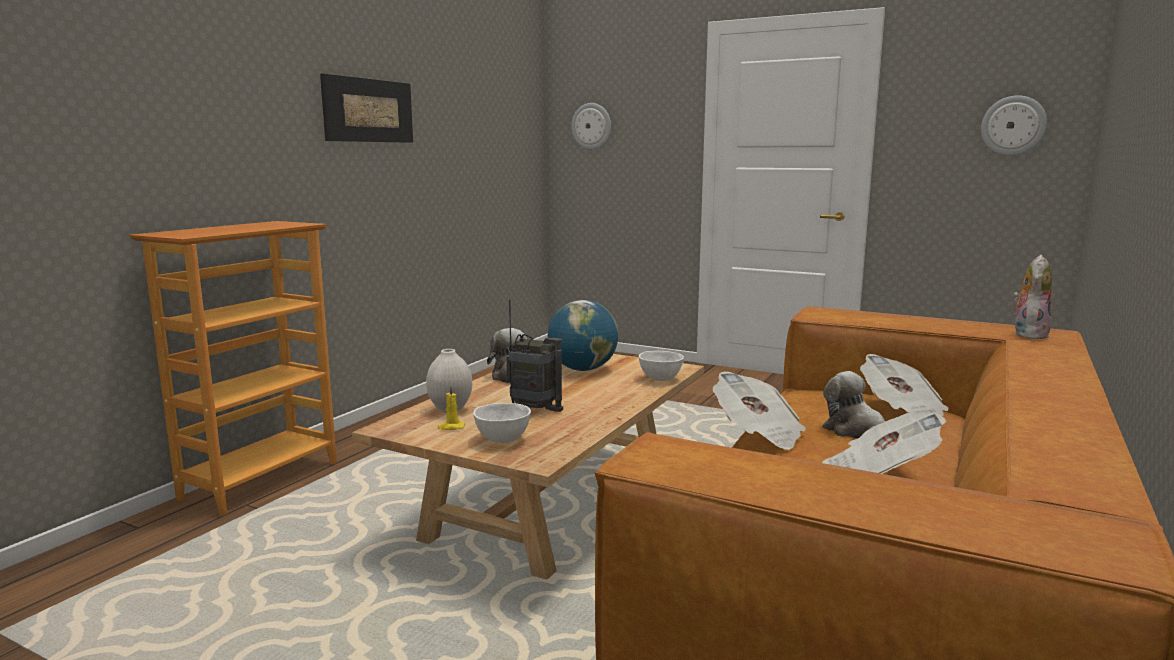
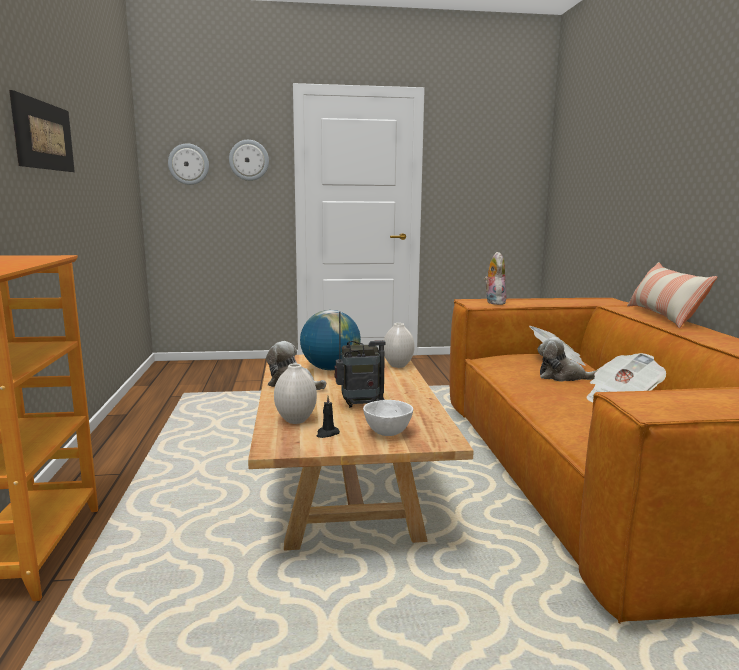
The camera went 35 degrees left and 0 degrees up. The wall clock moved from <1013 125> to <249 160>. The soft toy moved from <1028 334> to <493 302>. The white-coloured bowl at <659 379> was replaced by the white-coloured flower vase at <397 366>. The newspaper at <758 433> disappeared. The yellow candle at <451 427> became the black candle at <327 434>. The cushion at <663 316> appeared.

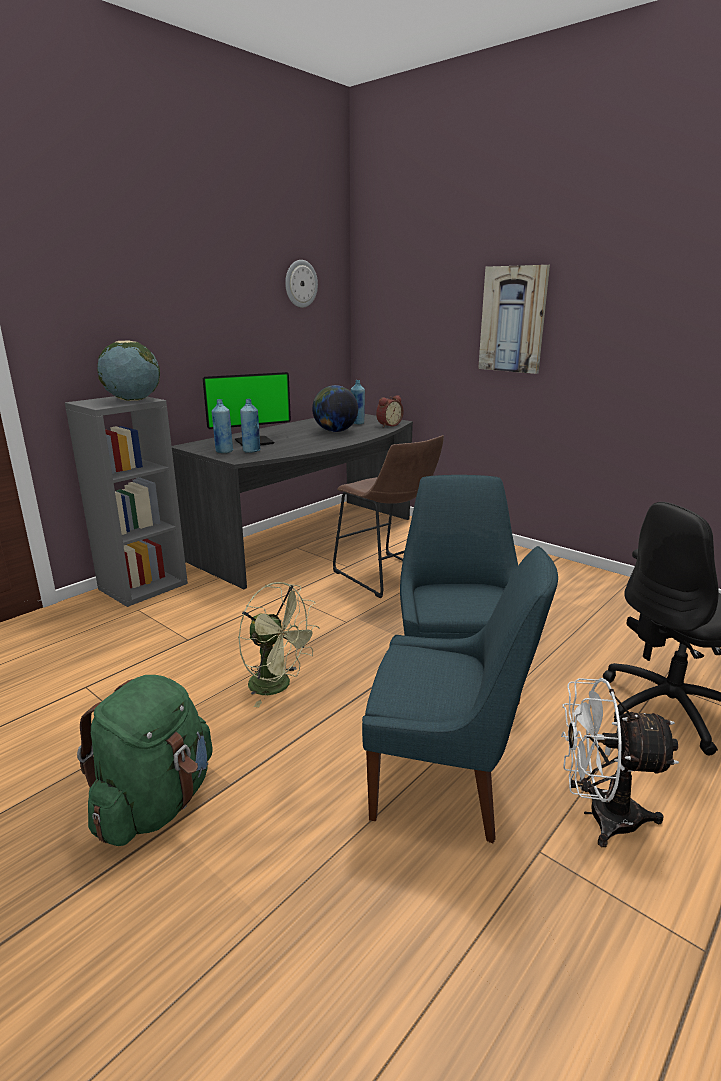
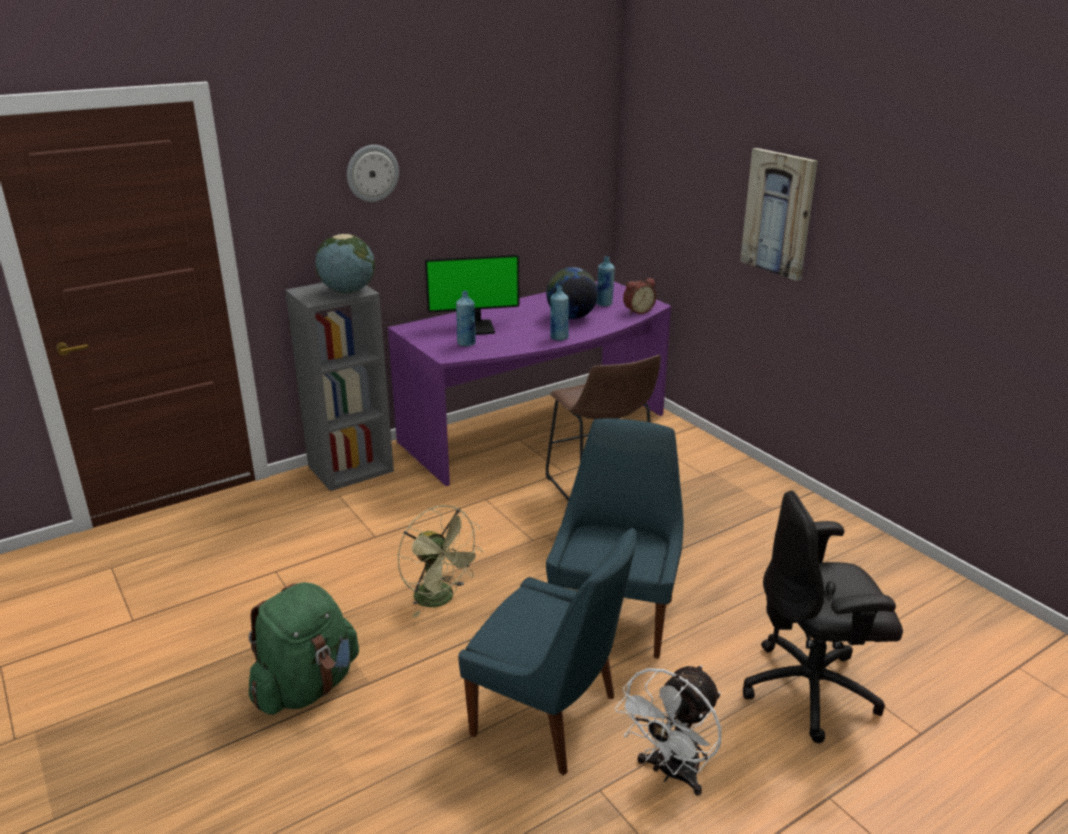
The camera went 15 degrees right and 5 degrees up. The wall clock moved from <300 284> to <372 173>. The blue-coloured drink bottle moved from <224 451> to <559 337>. The grey desk unit at <310 540> became the purplish desk unit at <538 431>. The white-coloured electric fan at <599 815> turned 75 degrees counterclockwise.

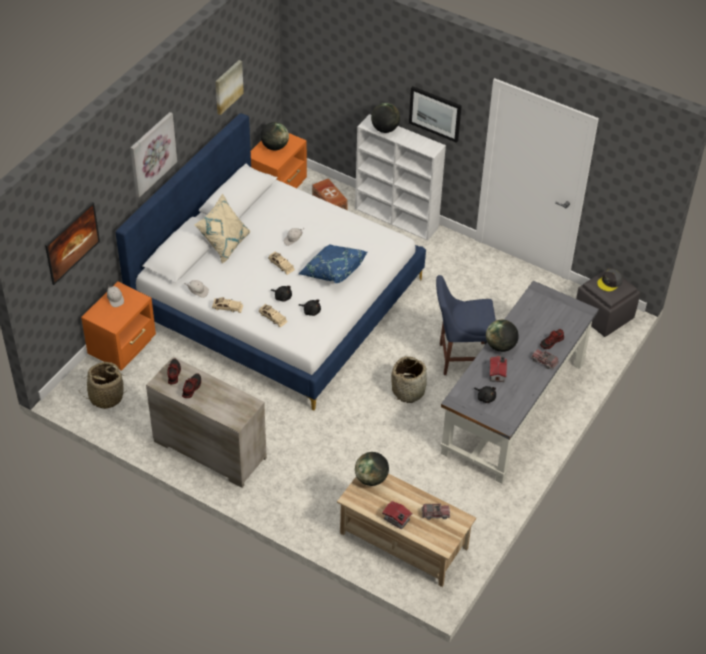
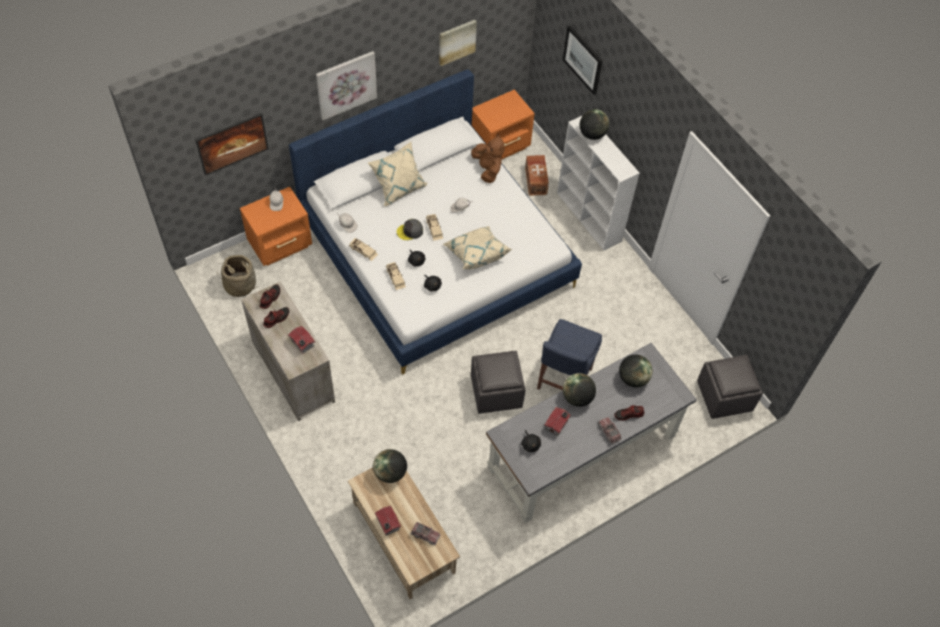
The camera went 25 degrees right and 10 degrees up. The wall art moved from <435 113> to <583 59>. The world globe moved from <275 147> to <633 379>. The blue-coloured cushion at <332 271> became the beige cushion at <476 253>. The grey peaked cap moved from <610 282> to <410 231>. The blue-coloured upright chair at <460 358> turned 90 degrees counterclockwise. The storage basket at <408 390> was replaced by the grey footrest at <496 392>. The brown soft toy at <488 169> appeared. The toy house at <302 344> appeared.

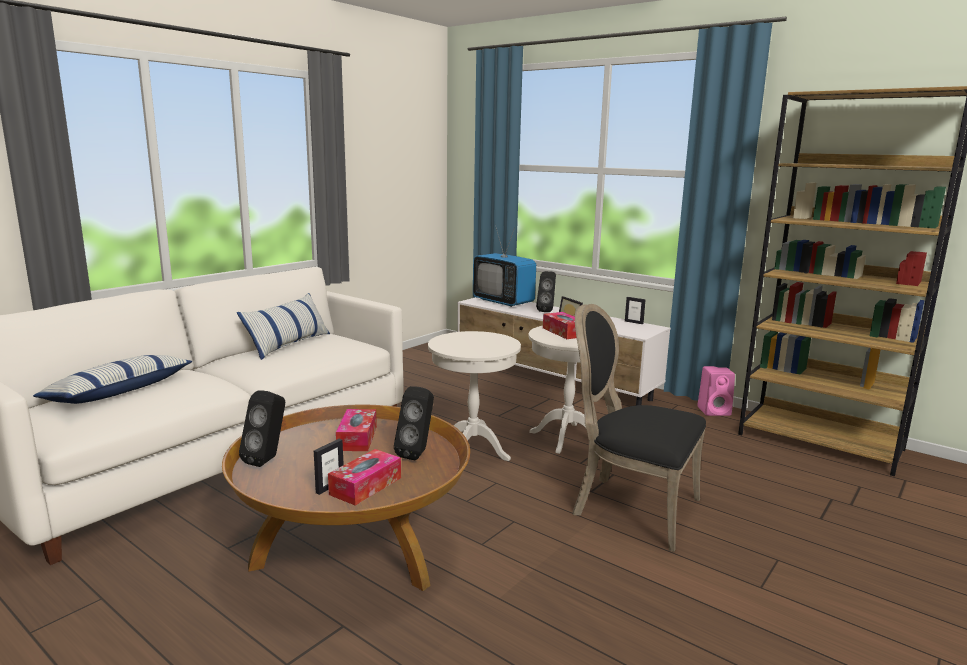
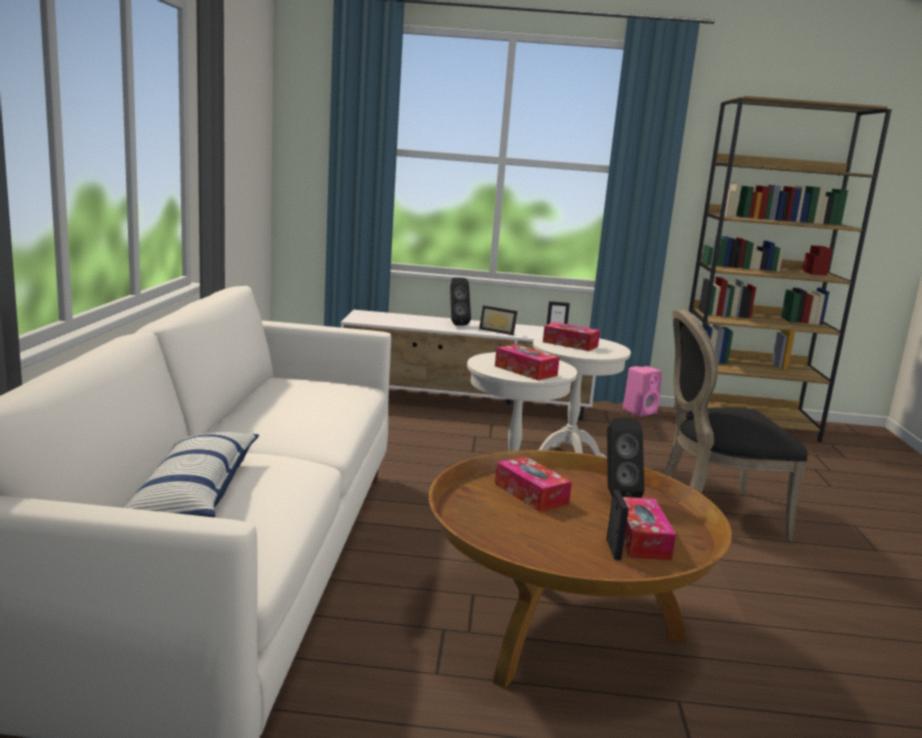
The camera went 35 degrees left and 0 degrees up. The TV at <503 302> disappeared. The cushion at <288 344> disappeared. The black speaker at <268 459> disappeared. The tissue box at <525 371> appeared.

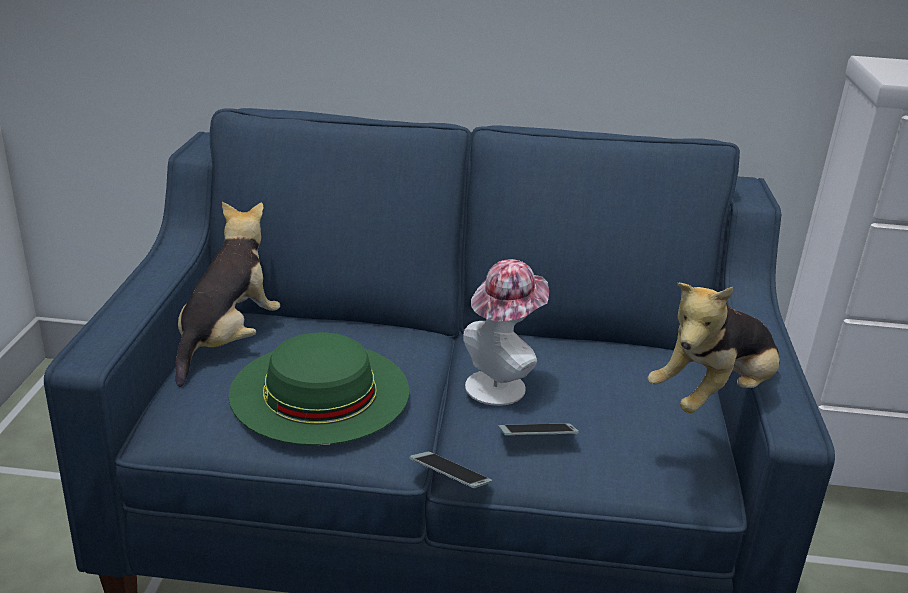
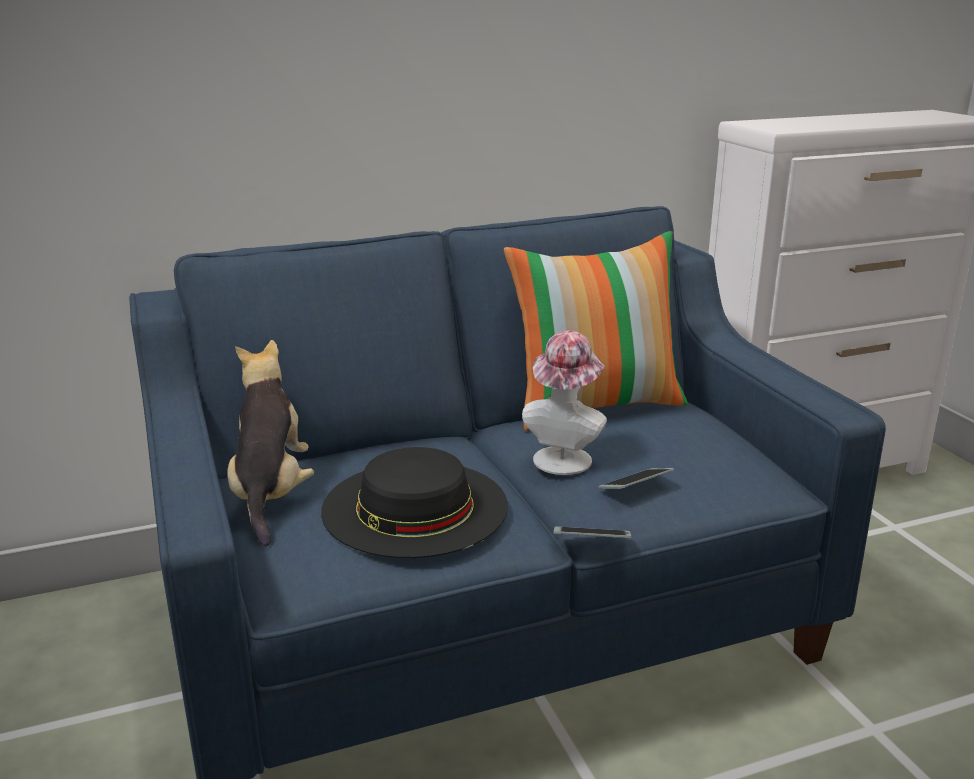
The camera went 25 degrees left and 5 degrees down. The soft toy at <714 396> disappeared. The green clothing hat at <319 391> became the black clothing hat at <415 507>. The cushion at <596 406> appeared.

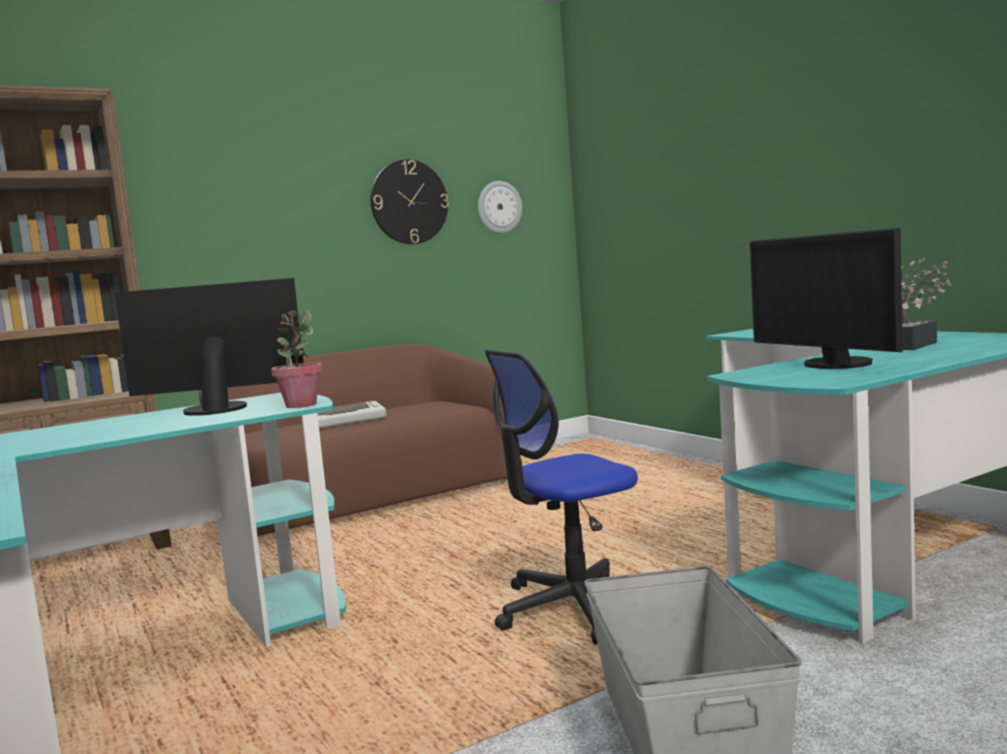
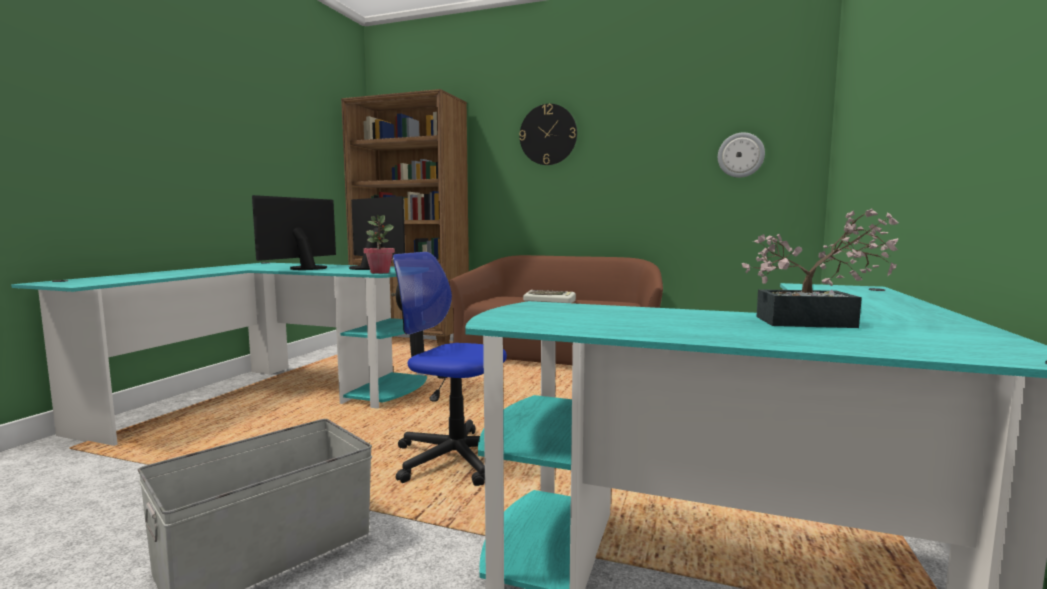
The camera went 50 degrees right and 0 degrees up. The wall clock moved from <409 202> to <548 134>. The computer display moved from <832 365> to <305 268>.

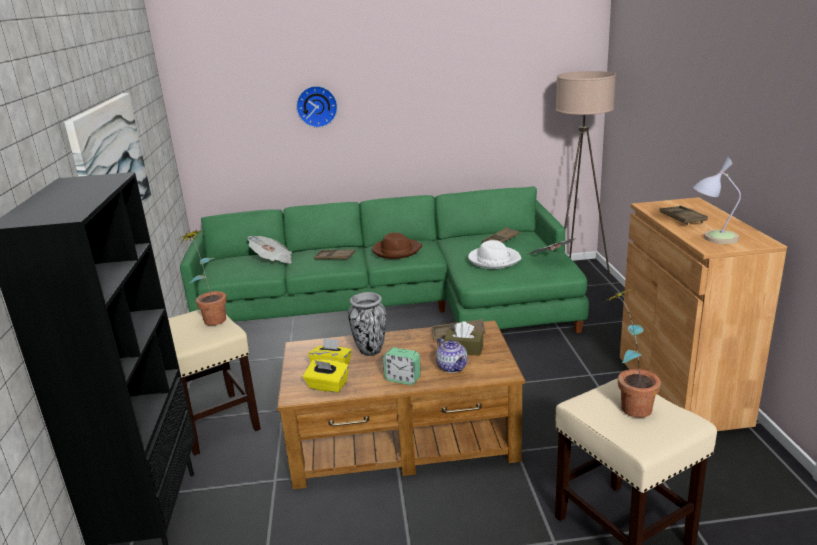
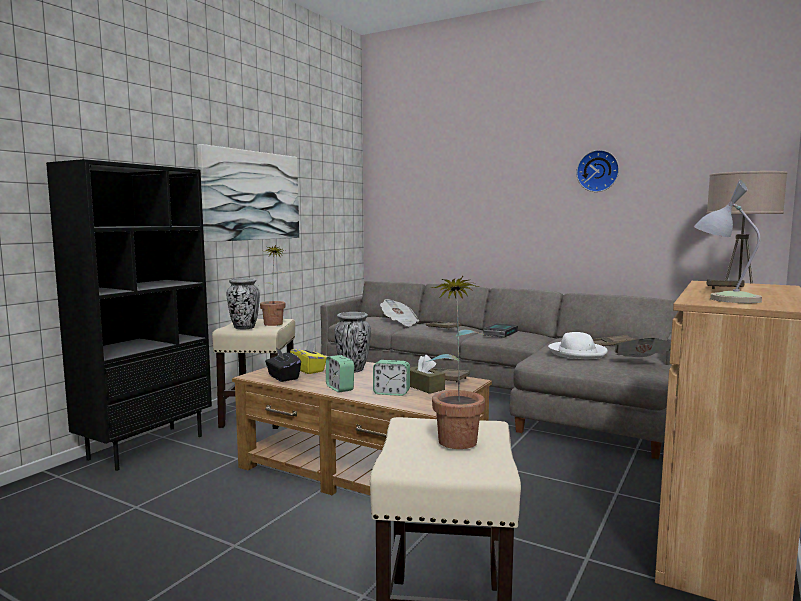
The camera went 35 degrees right and 15 degrees down. The wall clock moved from <317 106> to <598 171>. The green couch at <401 304> became the grey couch at <502 392>. The brown clothing hat at <396 250> was replaced by the book at <499 333>. The tea pot at <452 367> was replaced by the bedside clock at <391 393>. The yellow tissue box at <327 386> became the black tissue box at <283 377>. The flower vase at <244 328> appeared.

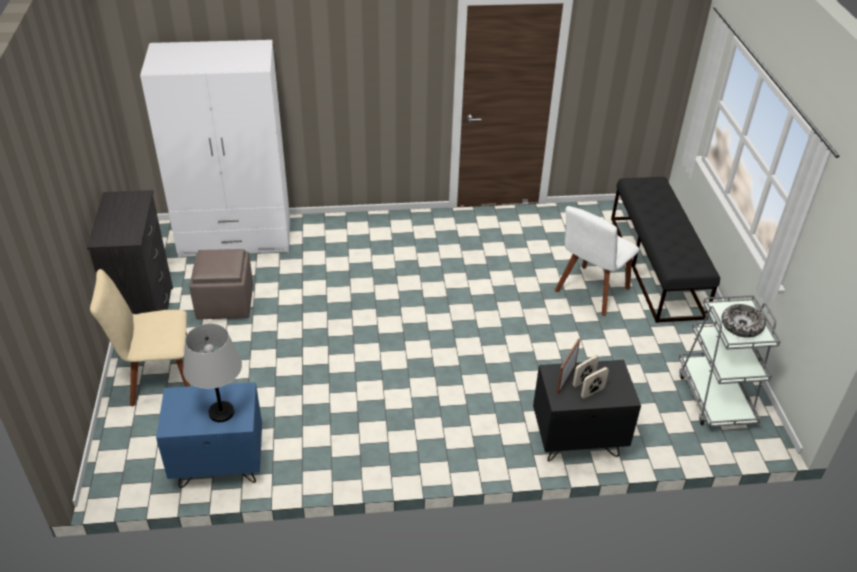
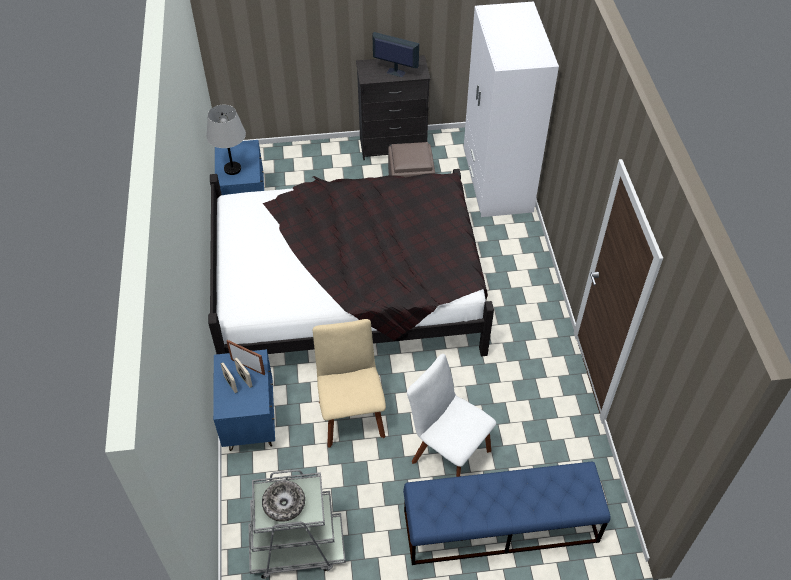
The camera went 90 degrees right and 10 degrees up. The black bench at <656 266> became the blue-coloured bench at <500 526>. The beige upright chair moved from <158 379> to <351 415>. The black bedside table at <577 441> became the blue-coloured bedside table at <250 422>. The computer display at <395 72> appeared. The black bedroom bed at <350 292> appeared.

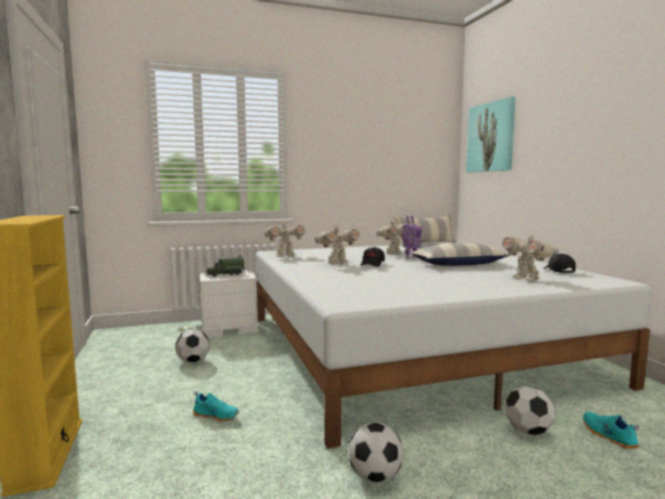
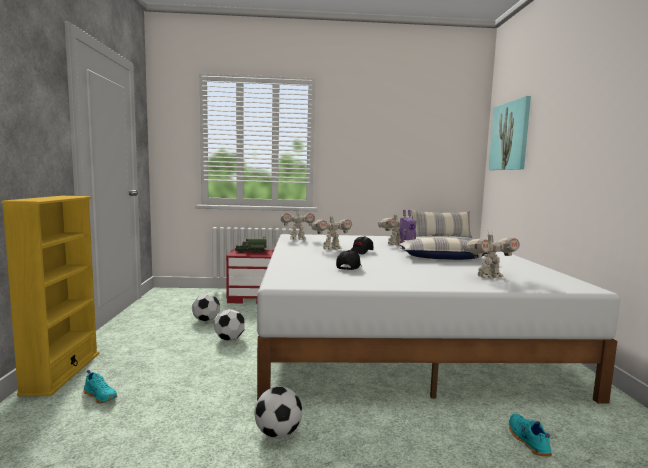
The camera went 15 degrees right and 0 degrees up. The model robot at <527 279> turned 105 degrees counterclockwise. The black peaked cap moved from <558 271> to <349 267>. The white-coloured bedside table at <229 328> became the reddish bedside table at <252 297>. The football ball moved from <528 431> to <230 339>. The turquoise-coloured item of footwear moved from <216 415> to <101 396>.

